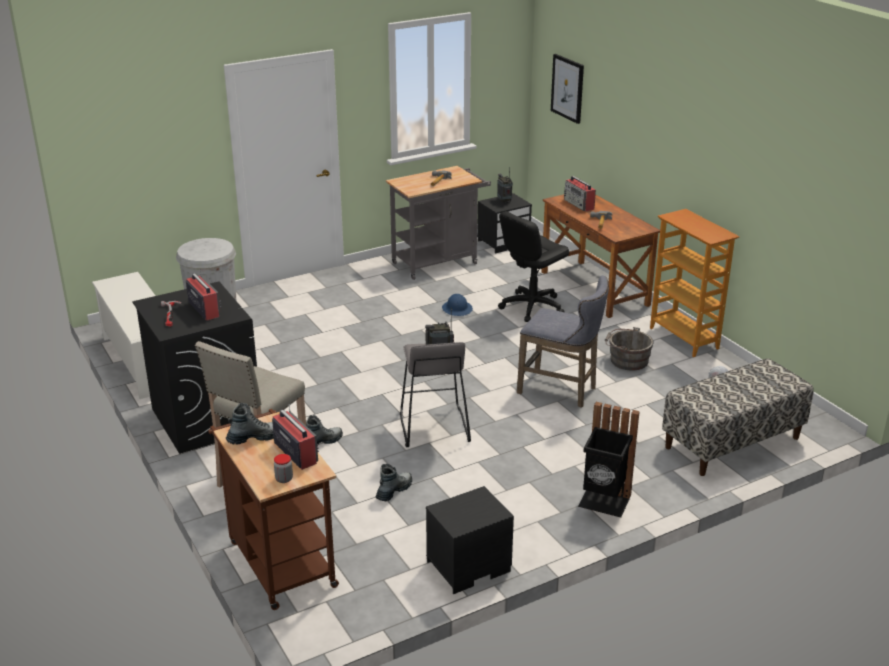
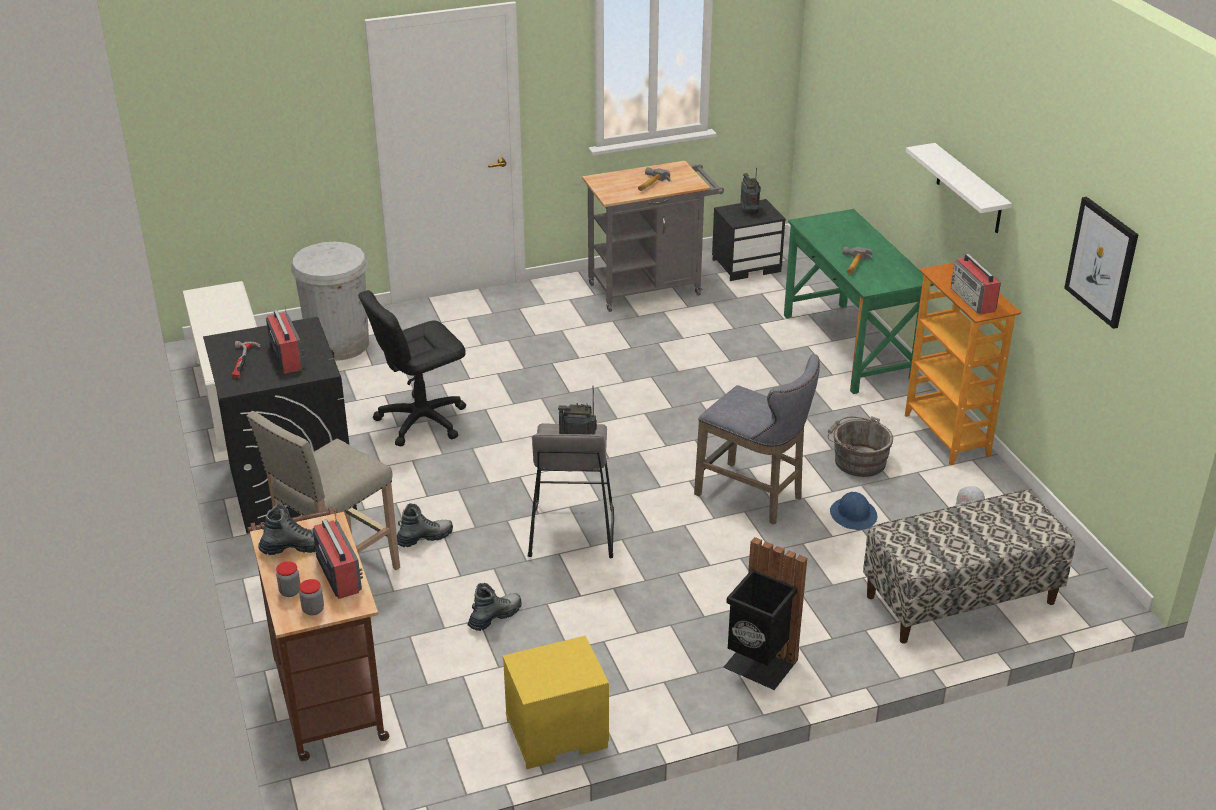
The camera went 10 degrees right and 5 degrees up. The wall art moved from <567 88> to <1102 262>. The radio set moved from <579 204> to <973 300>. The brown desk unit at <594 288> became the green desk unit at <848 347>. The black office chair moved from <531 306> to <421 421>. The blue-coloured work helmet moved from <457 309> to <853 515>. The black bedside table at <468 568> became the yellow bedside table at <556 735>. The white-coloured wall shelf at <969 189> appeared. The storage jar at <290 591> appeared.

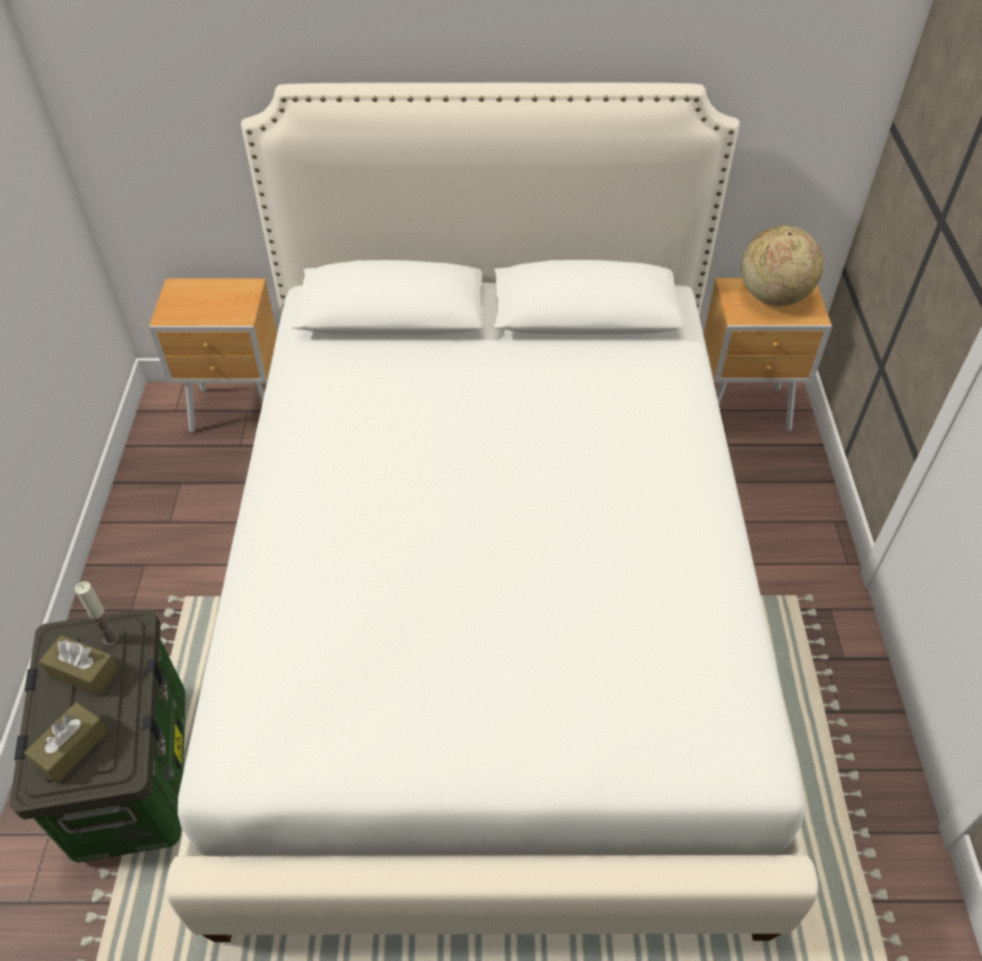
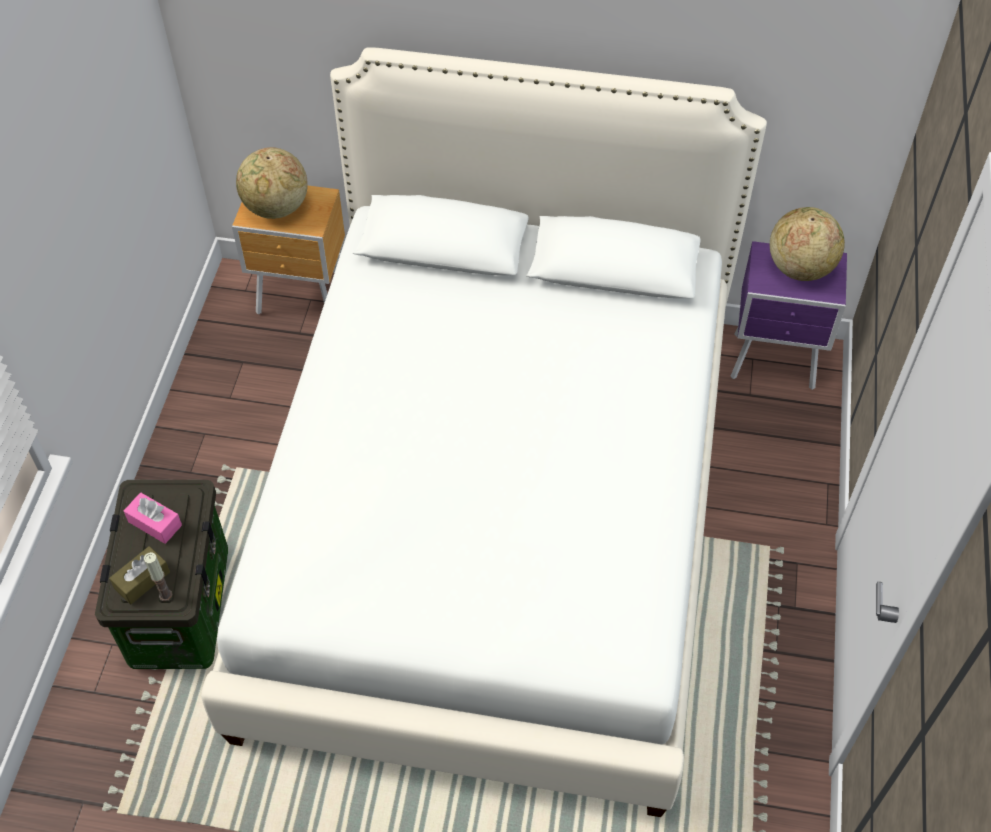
The camera went 10 degrees right and 5 degrees up. The brown bedside table at <744 411> became the purplish bedside table at <775 363>. The candle moved from <111 638> to <165 595>. The brown tissue box at <84 672> became the pink-coloured tissue box at <155 523>. The world globe at <276 208> appeared.

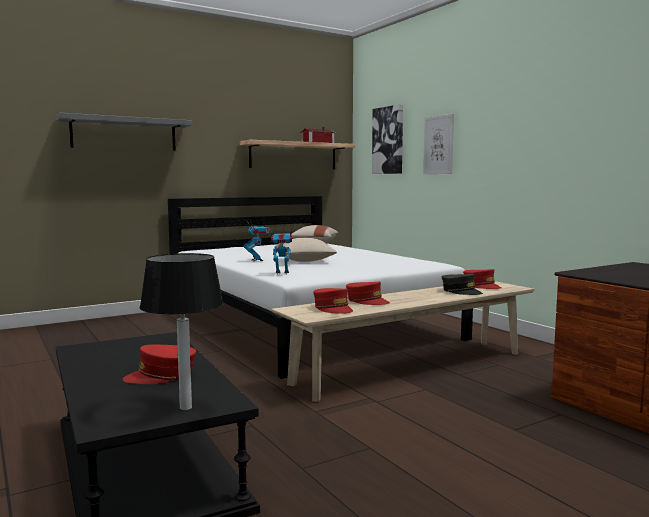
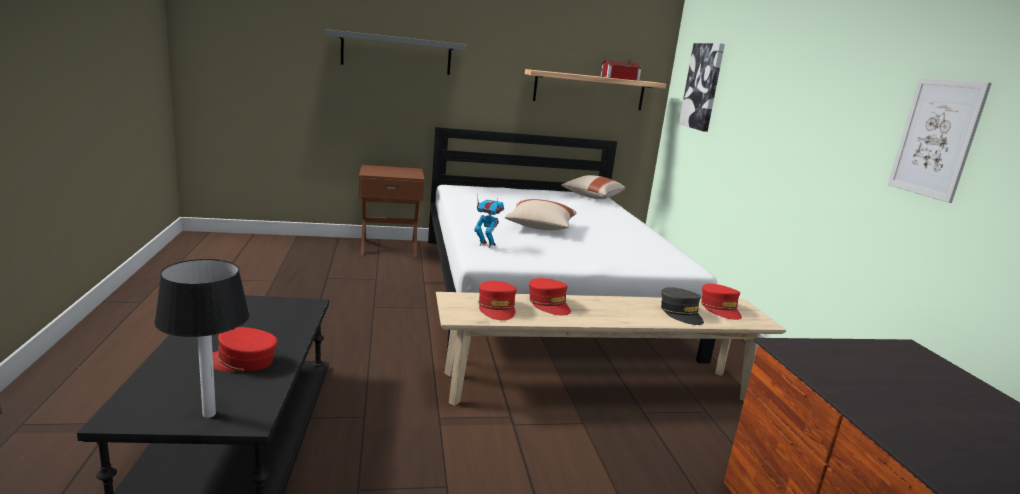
The camera went 20 degrees right and 10 degrees up. The wall art moved from <438 145> to <936 138>. The model robot at <257 260> disappeared. The brown bedside table at <389 247> appeared.

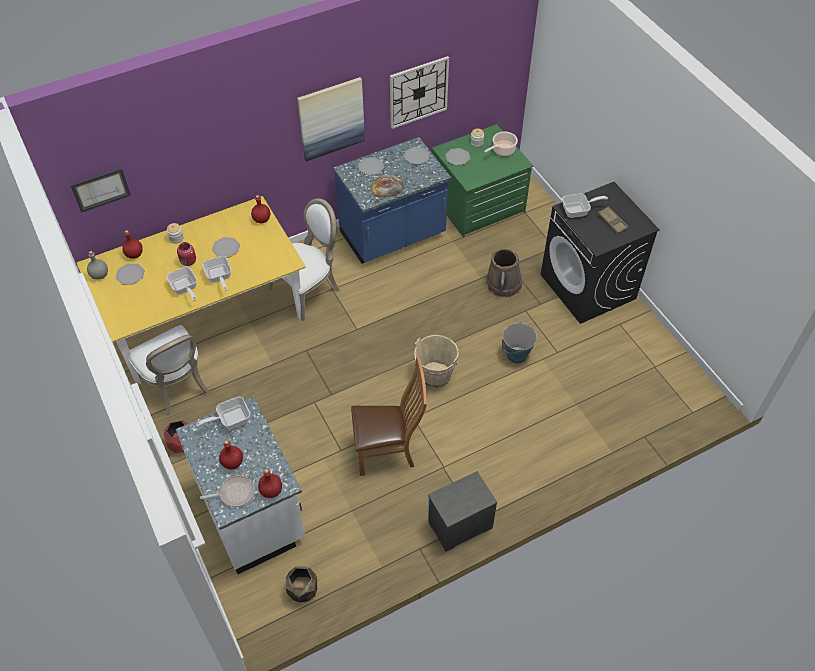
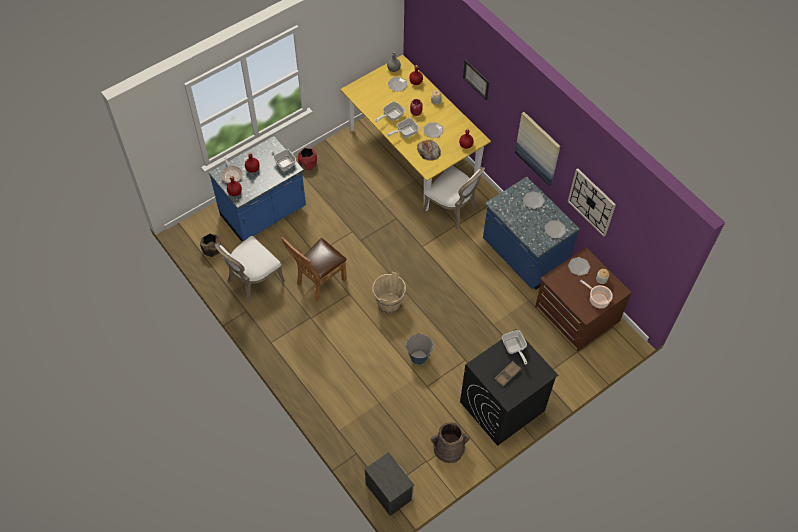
The camera went 80 degrees right and 5 degrees up. The green chest of drawers at <478 205> became the brown chest of drawers at <576 314>. The wall art moved from <101 189> to <476 79>. The bread moved from <387 187> to <428 150>. The brown pail moved from <503 284> to <449 448>. The white-coloured upright chair moved from <177 386> to <252 281>. The brown upright chair at <389 451> turned 60 degrees clockwise. The white-coloured kitchen base unit at <252 511> became the blue-coloured kitchen base unit at <263 213>. The bedside table moved from <458 524> to <389 491>.

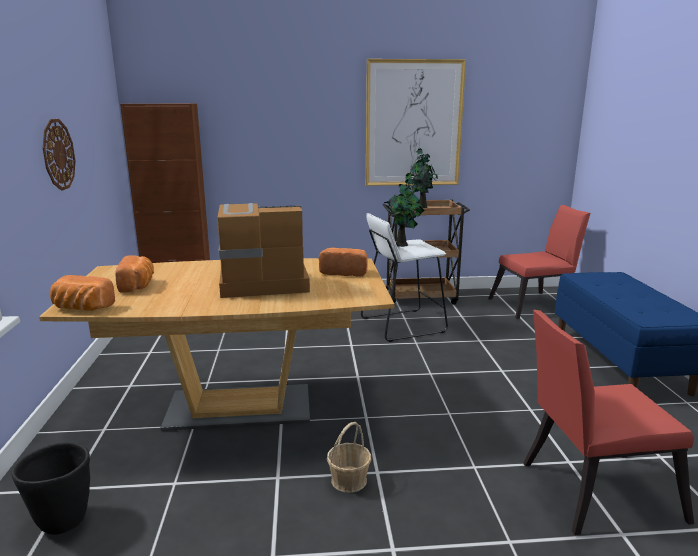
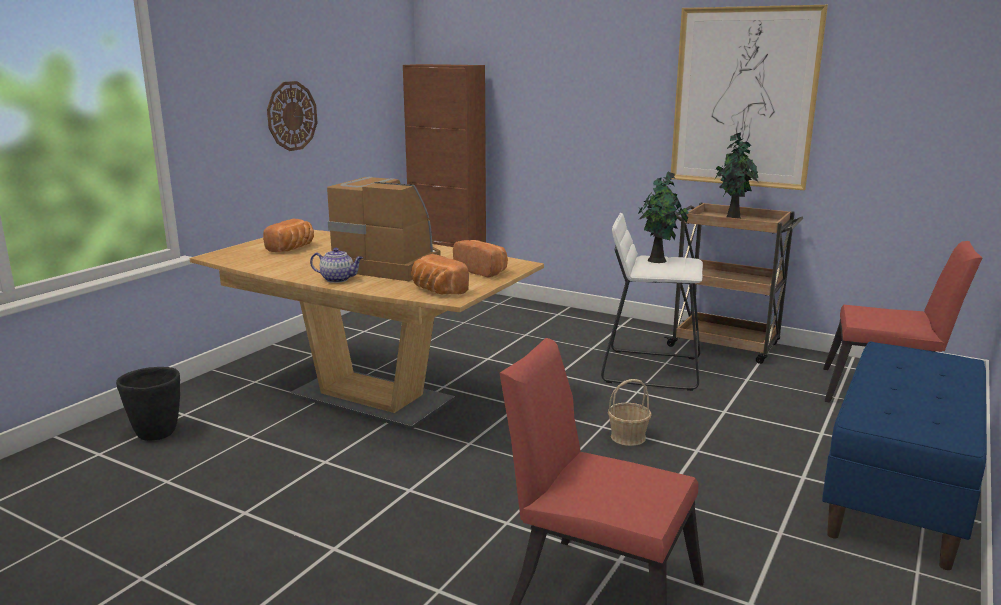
The camera went 35 degrees right and 0 degrees up. The bread moved from <81 308> to <437 291>. The storage basket moved from <349 480> to <628 437>. The tea pot at <338 279> appeared.

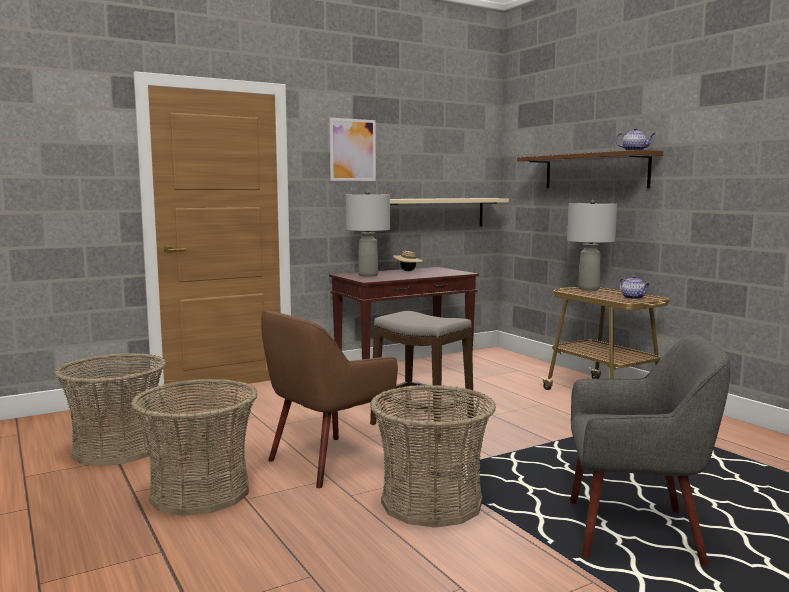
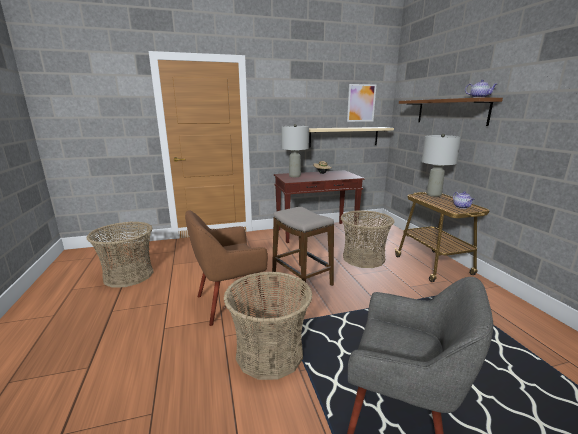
The camera went 15 degrees right and 10 degrees up. The wall art moved from <352 150> to <361 103>. The storage basket moved from <200 492> to <363 258>.

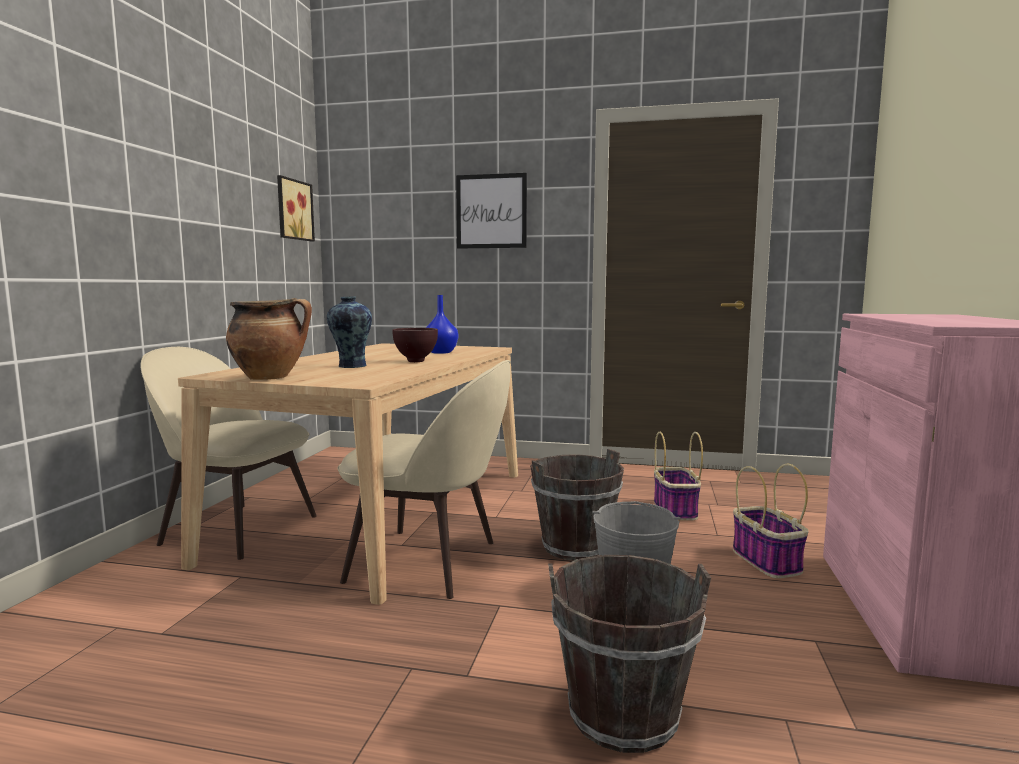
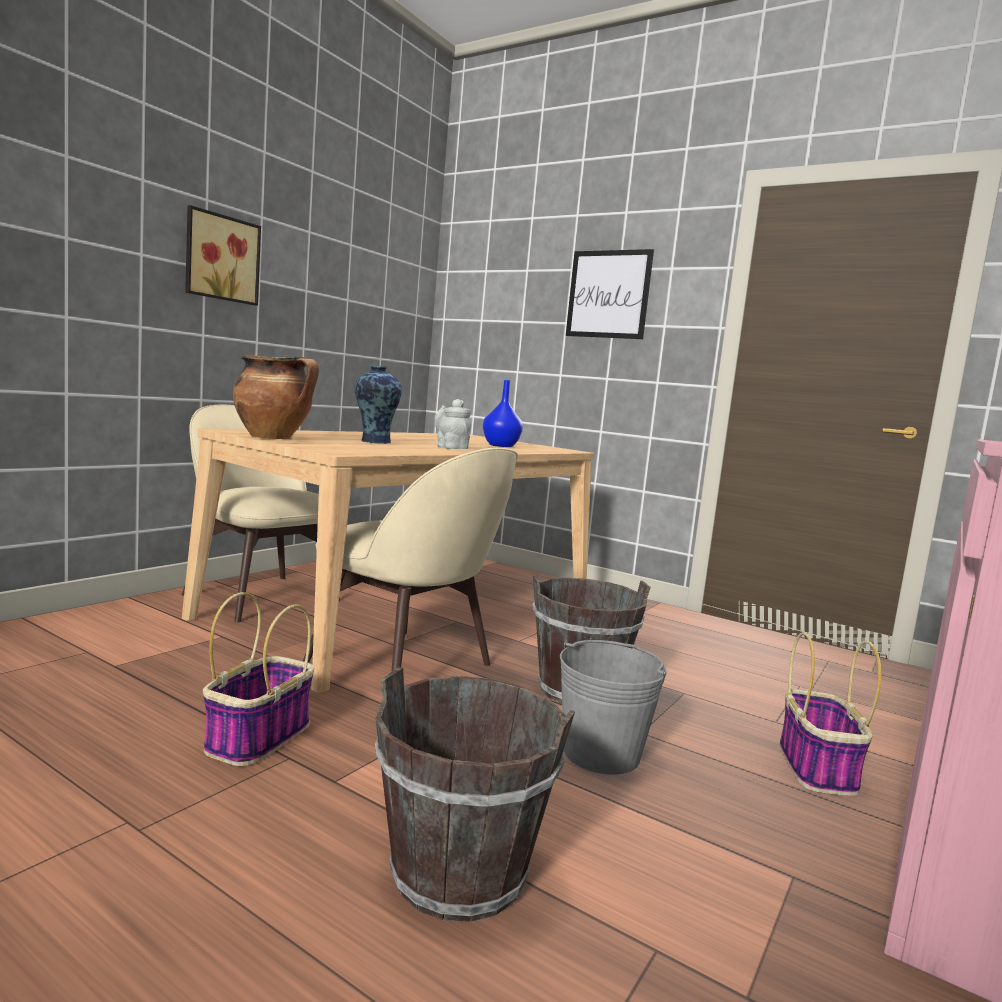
The camera went 20 degrees right and 0 degrees up. The wall art moved from <292 210> to <220 258>. The brown bowl at <416 361> was replaced by the grey tea pot at <450 447>. The storage basket moved from <674 509> to <259 737>.

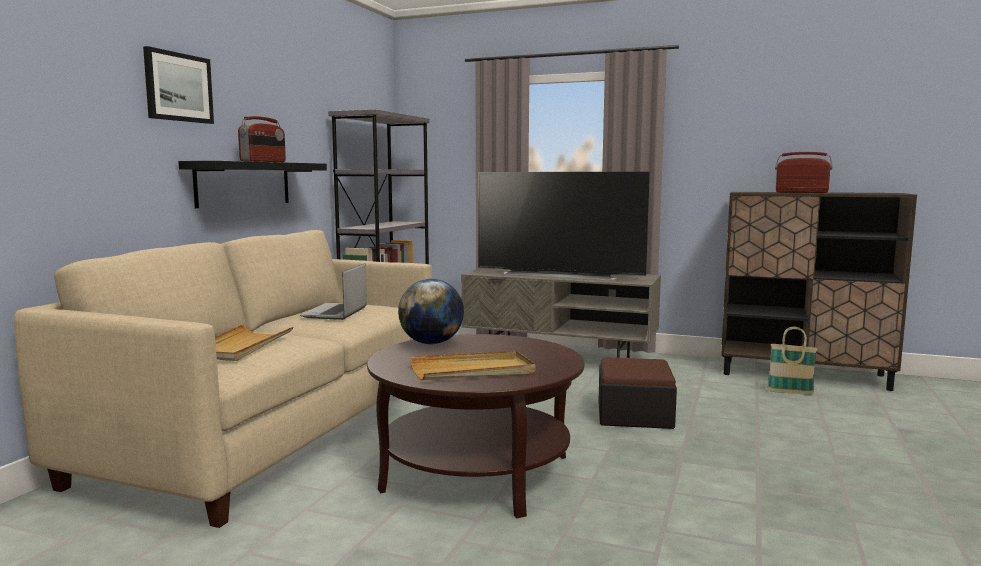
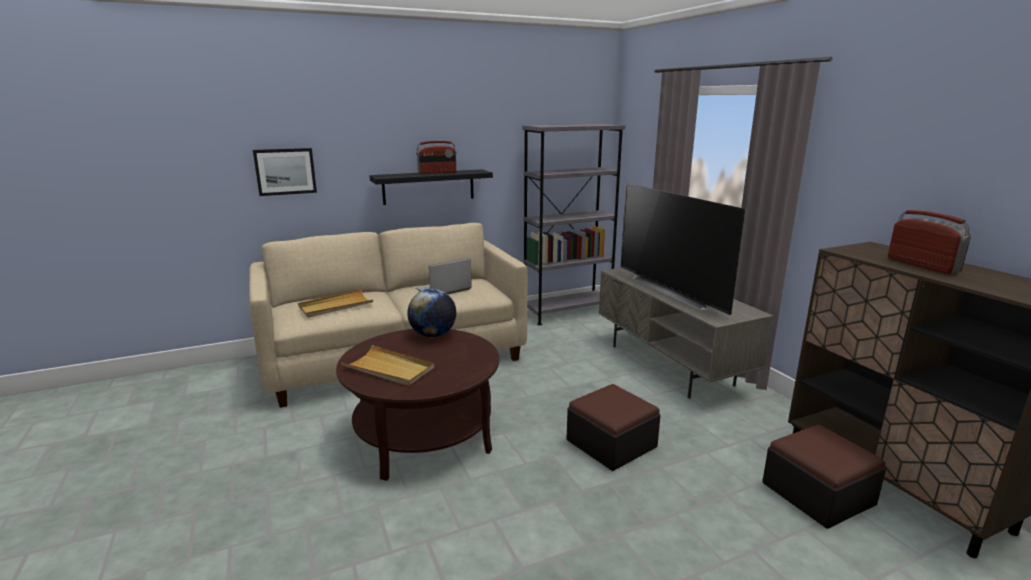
The camera went 45 degrees right and 10 degrees up. The wall art moved from <178 87> to <285 171>. The storage basket at <790 392> was replaced by the footrest at <817 494>.

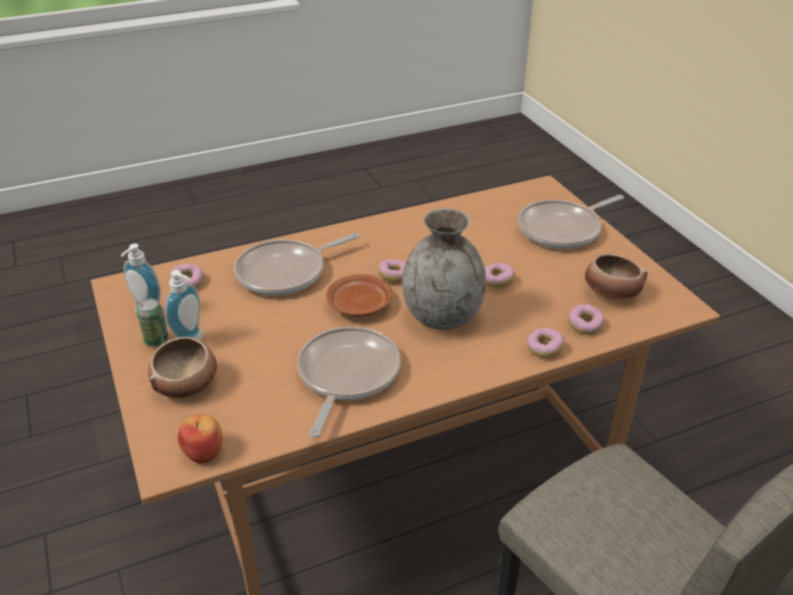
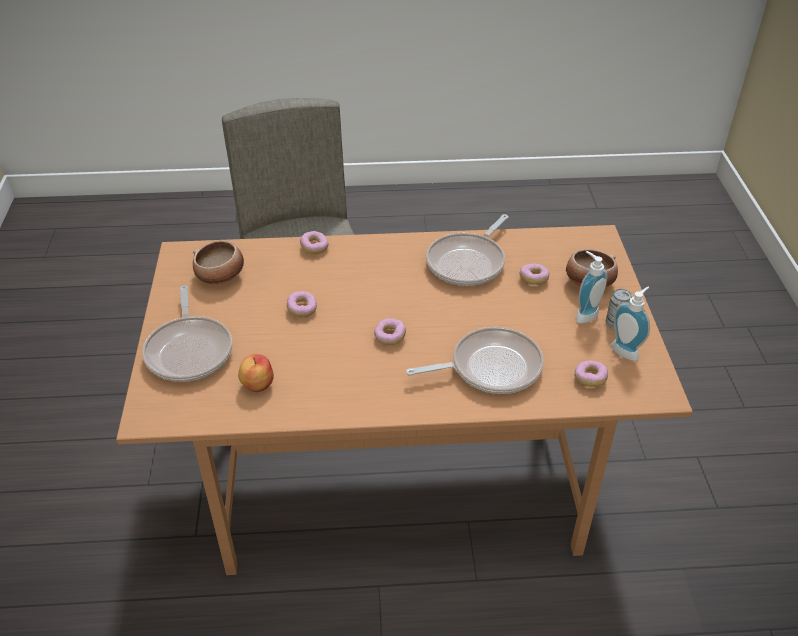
The camera went 160 degrees left and 5 degrees up. The pan at <563 229> turned 90 degrees clockwise. The grey flower vase at <443 316> disappeared. The brown dinner plate at <359 305> disappeared. The donut moved from <584 325> to <533 279>. The apple fruit moved from <204 451> to <257 384>.

